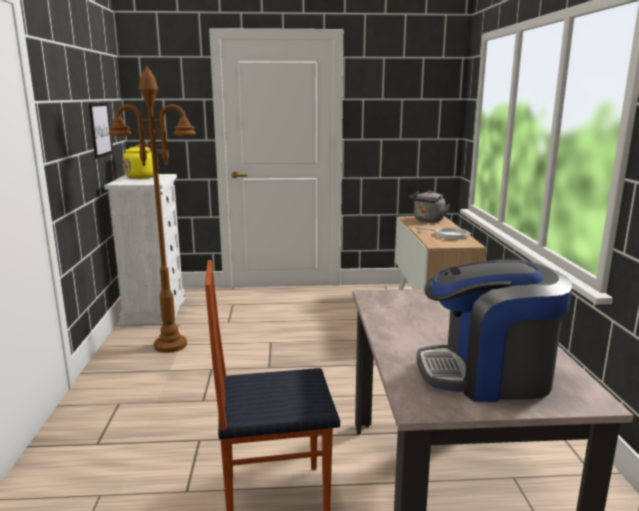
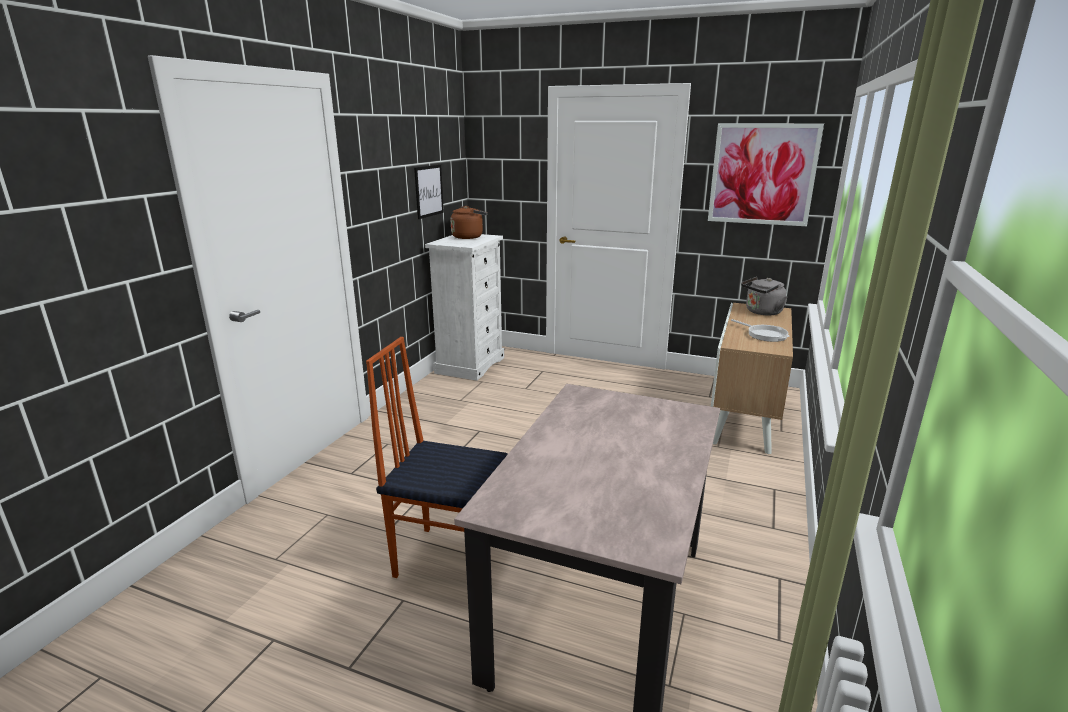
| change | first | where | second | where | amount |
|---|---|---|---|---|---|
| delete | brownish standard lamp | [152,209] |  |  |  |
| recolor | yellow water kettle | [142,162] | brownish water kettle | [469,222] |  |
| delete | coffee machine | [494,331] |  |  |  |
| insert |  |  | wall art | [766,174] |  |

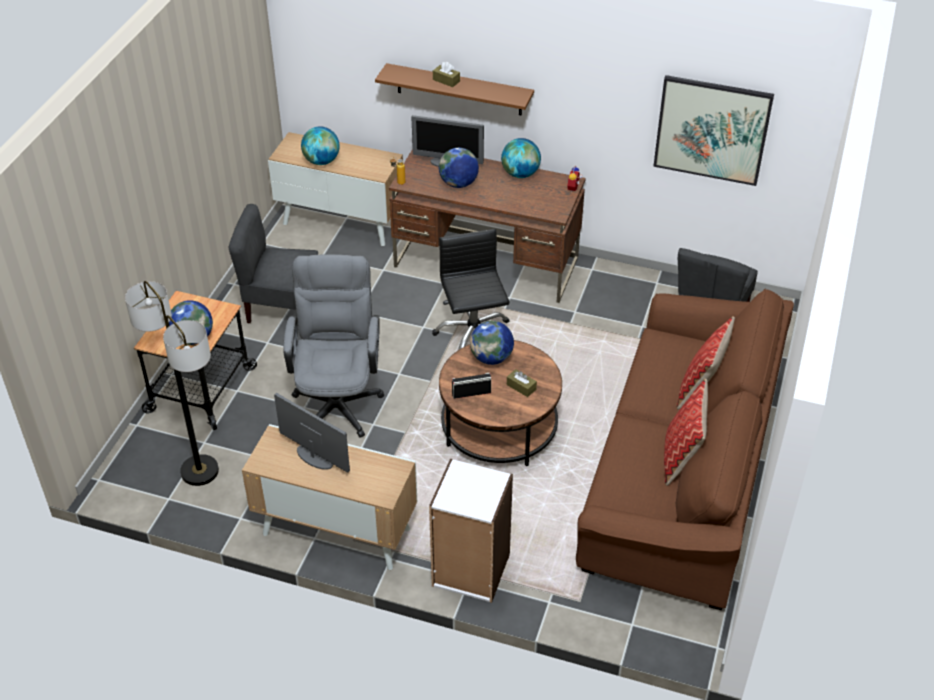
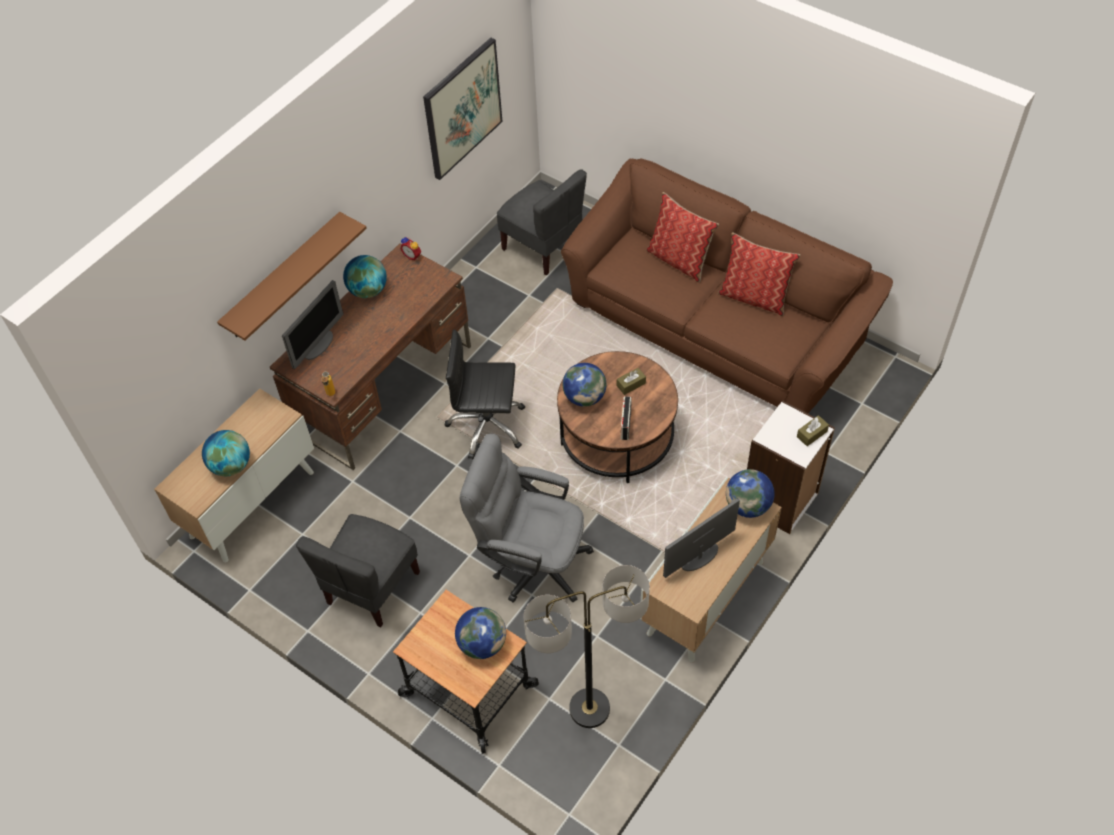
| change | first | where | second | where | amount |
|---|---|---|---|---|---|
| move | brownish box of tissues | [446,74] |  | [813,430] |  |
| move | world globe | [459,168] |  | [750,493] |  |

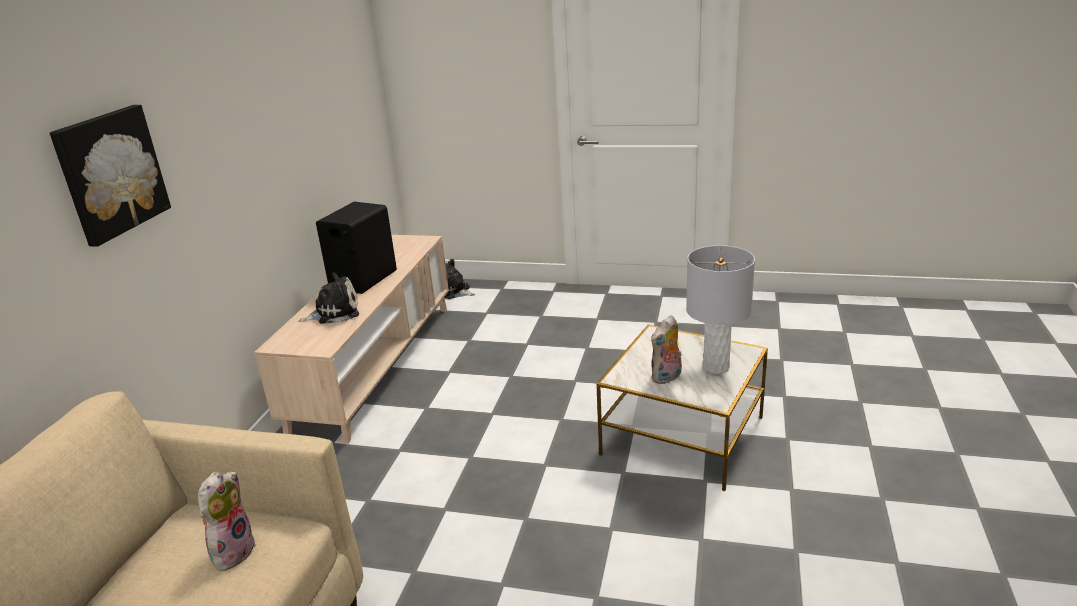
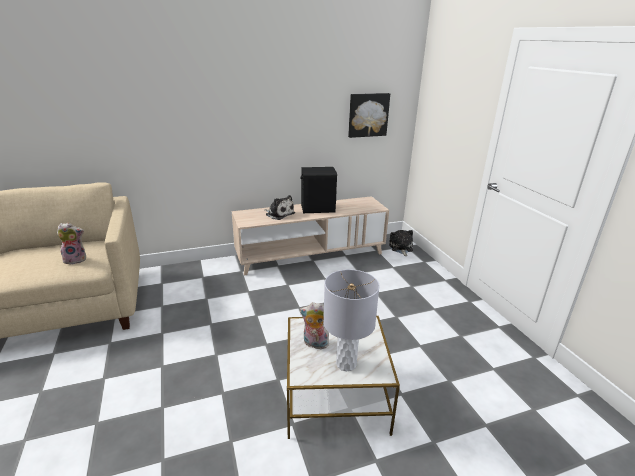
| change | first | where | second | where | amount |
|---|---|---|---|---|---|
| move | wall art | [110,176] |  | [369,115] |  |

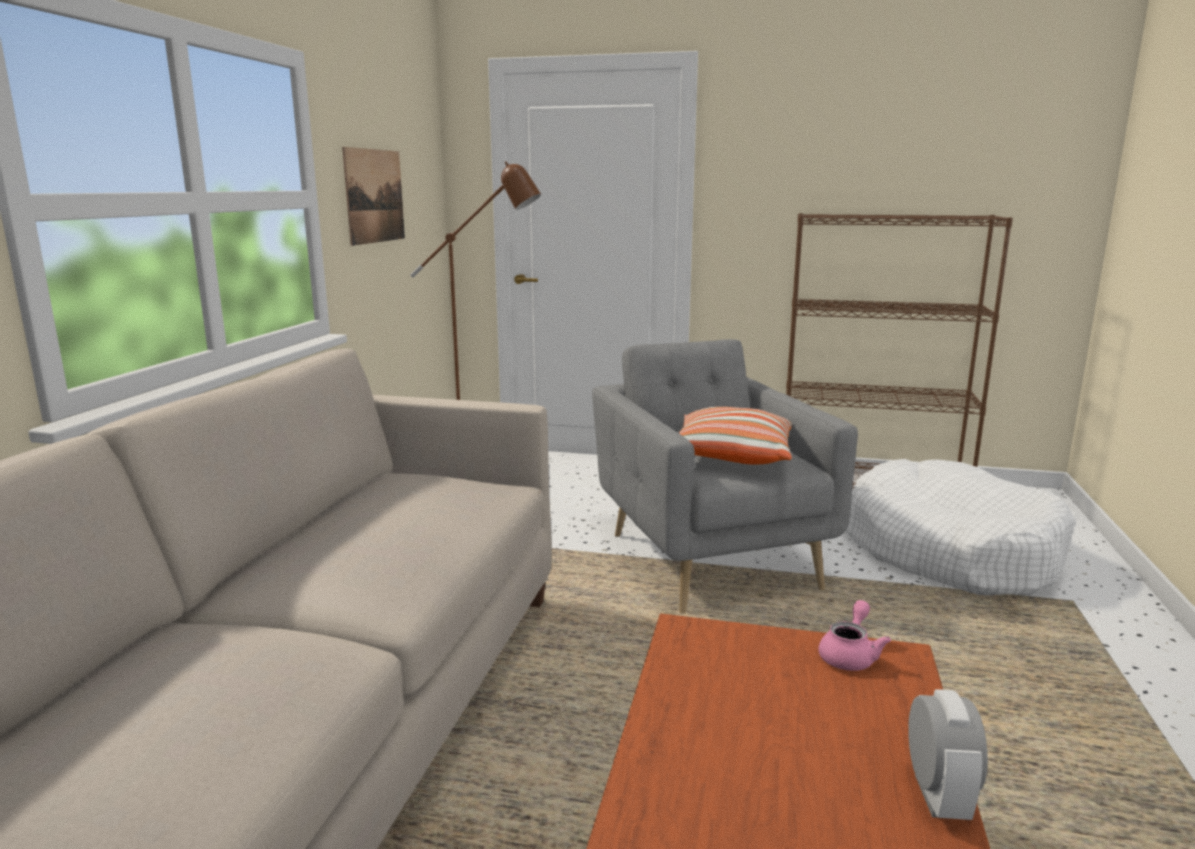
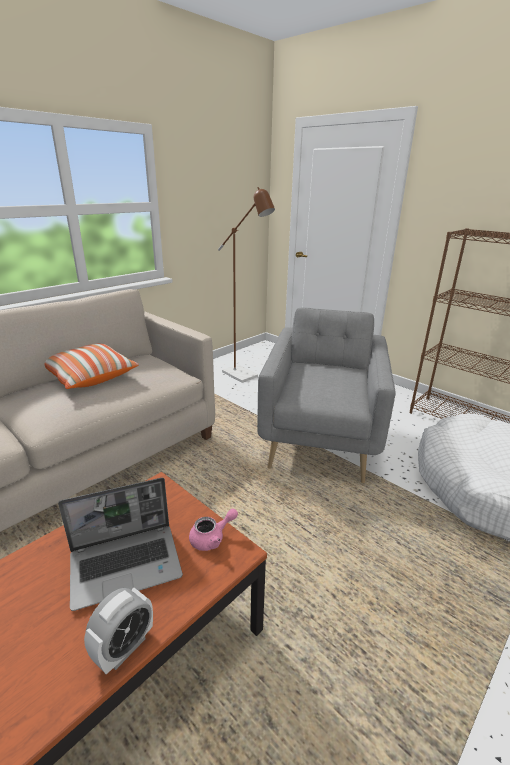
| change | first | where | second | where | amount |
|---|---|---|---|---|---|
| delete | wall art | [373,196] |  |  |  |
| move | throw pillow | [735,436] |  | [92,366] |  |
| insert |  |  | laptop | [120,544] |  |

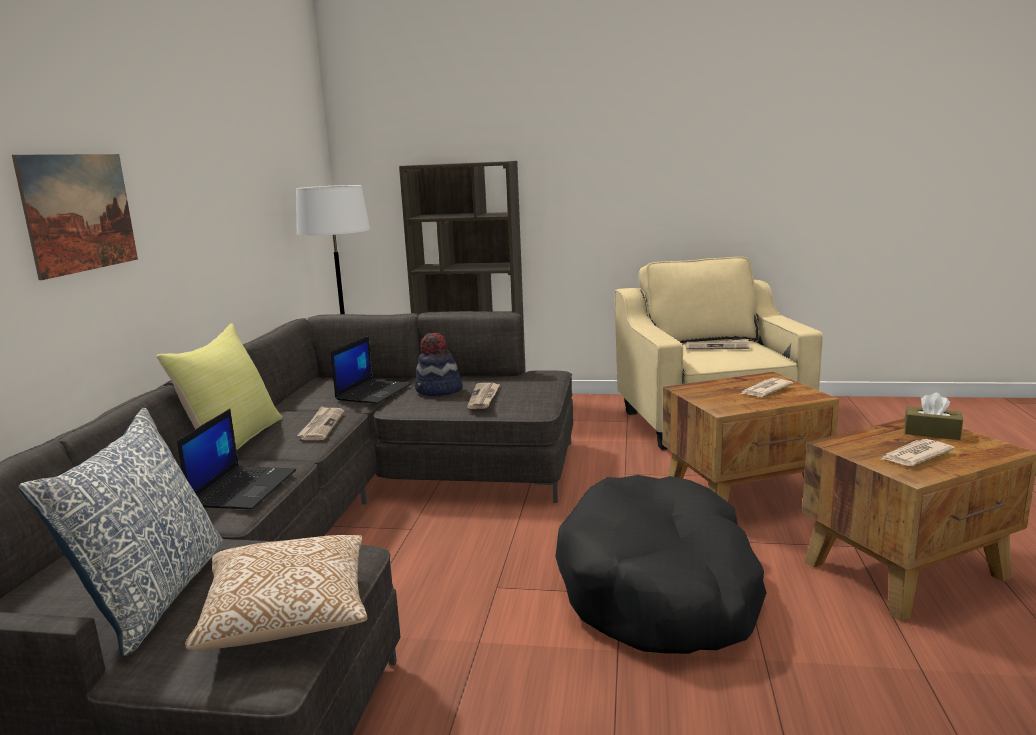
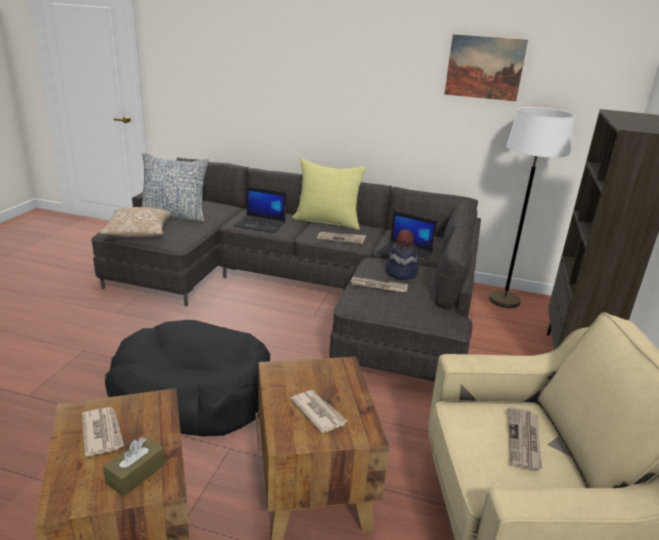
| change | first | where | second | where | amount |
|---|---|---|---|---|---|
| move | wall art | [75,217] |  | [486,67] |  |

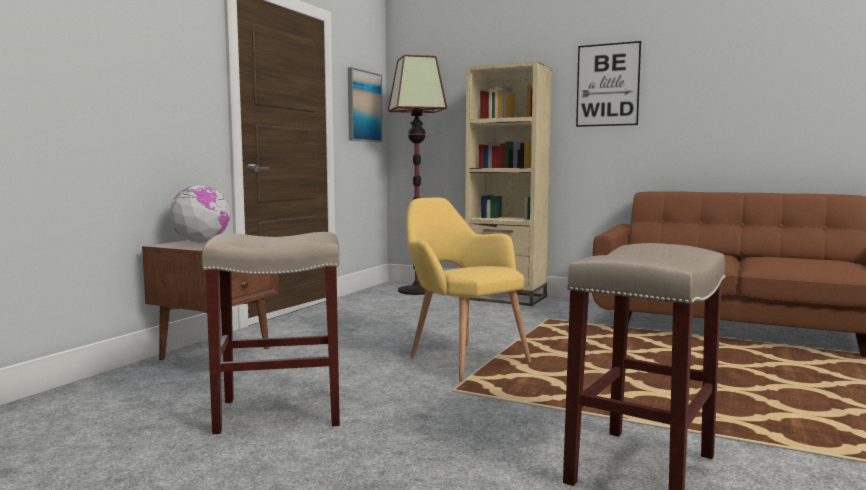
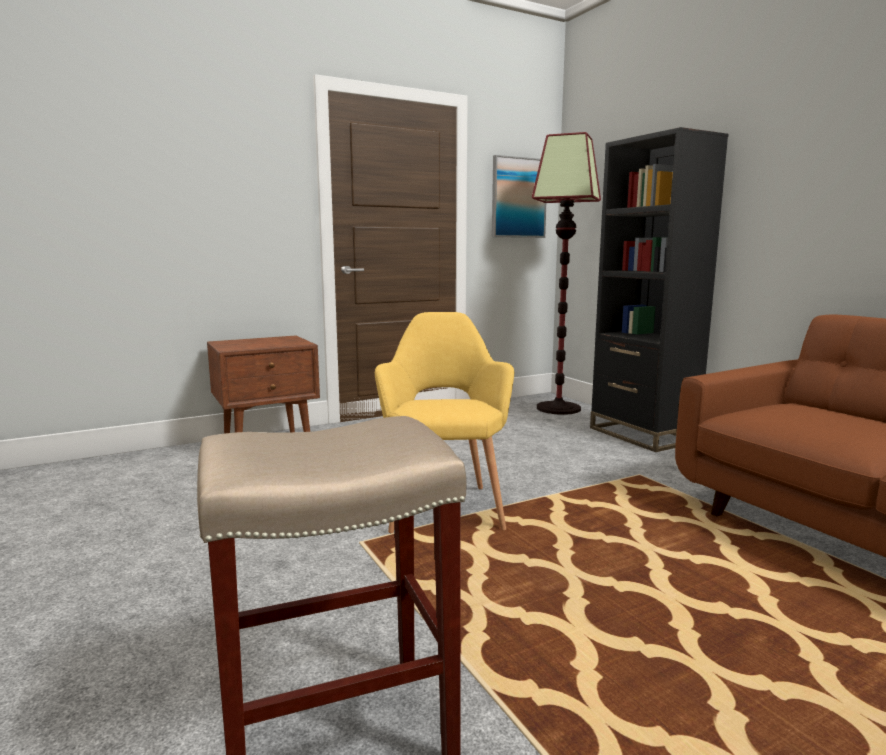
| change | first | where | second | where | amount |
|---|---|---|---|---|---|
| delete | world globe | [199,213] |  |  |  |
| delete | beige sitting stool | [271,333] |  |  |  |
| recolor | beige shelving unit | [508,184] | black shelving unit | [659,289] |  |
| delete | wall art | [608,84] |  |  |  |

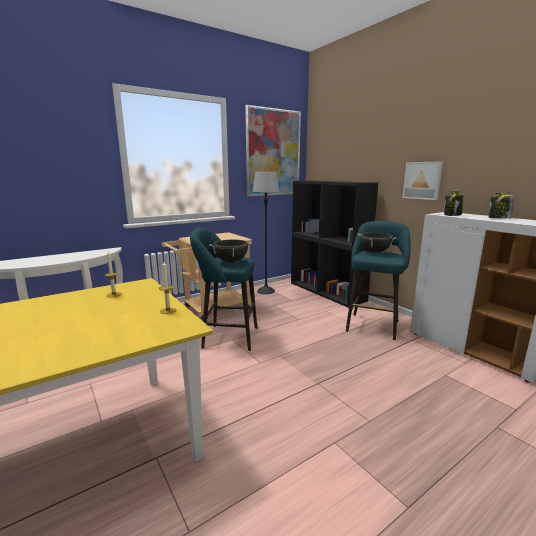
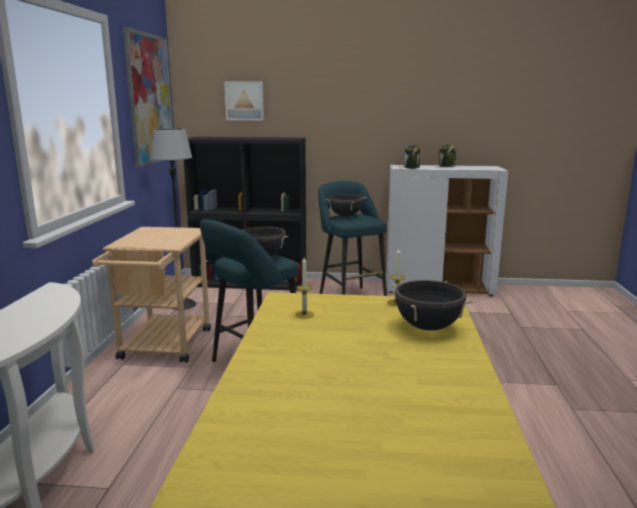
| change | first | where | second | where | amount |
|---|---|---|---|---|---|
| move | wall art | [423,180] |  | [244,100] |  |
| insert |  |  | black cooking pot | [432,305] |  |

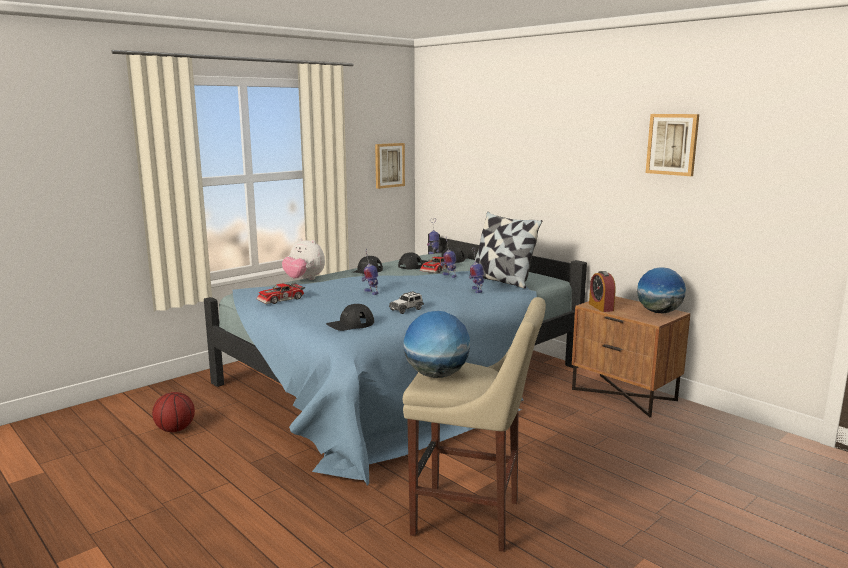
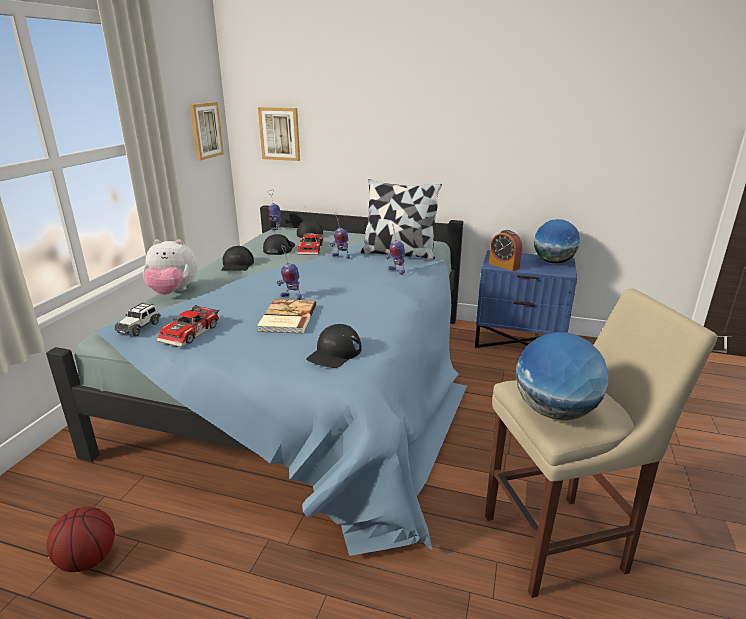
| change | first | where | second | where | amount |
|---|---|---|---|---|---|
| move | model car | [406,302] |  | [138,319] |  |
| recolor | brownish nightstand | [631,356] | bluish nightstand | [526,299] |  |
| move | wall art | [672,145] |  | [279,134] |  |
| insert |  |  | book | [286,316] |  |

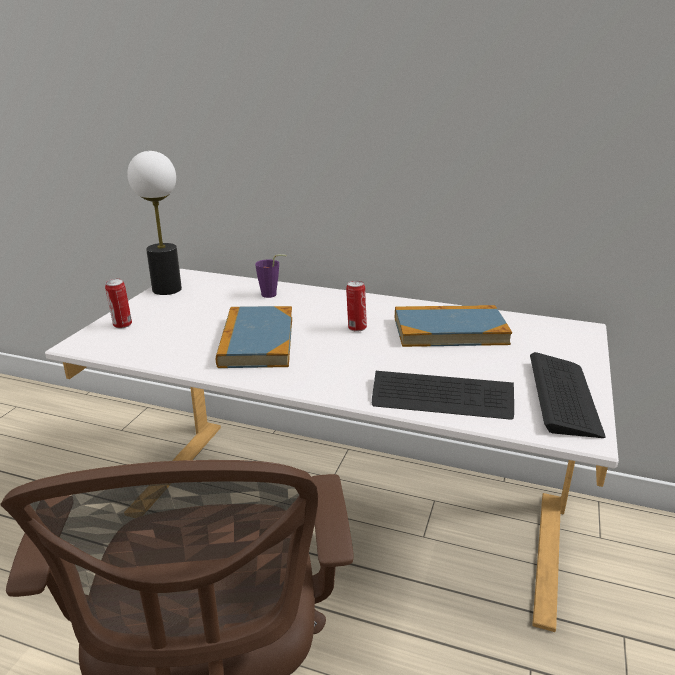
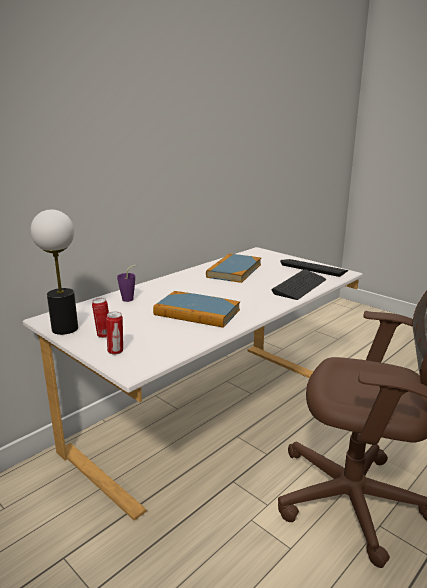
| change | first | where | second | where | amount |
|---|---|---|---|---|---|
| move | metal can | [356,306] |  | [100,318] |  |

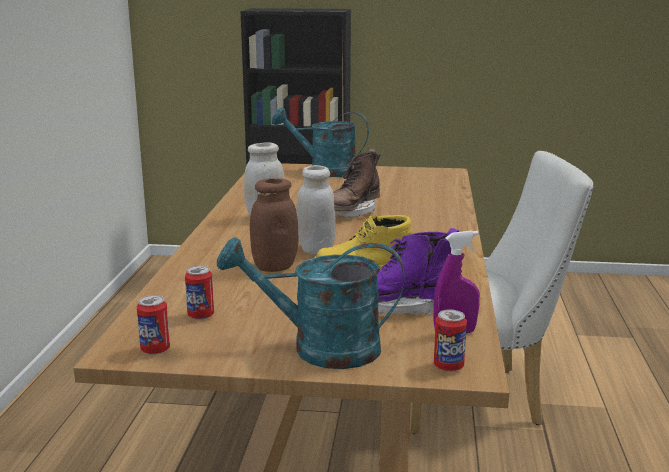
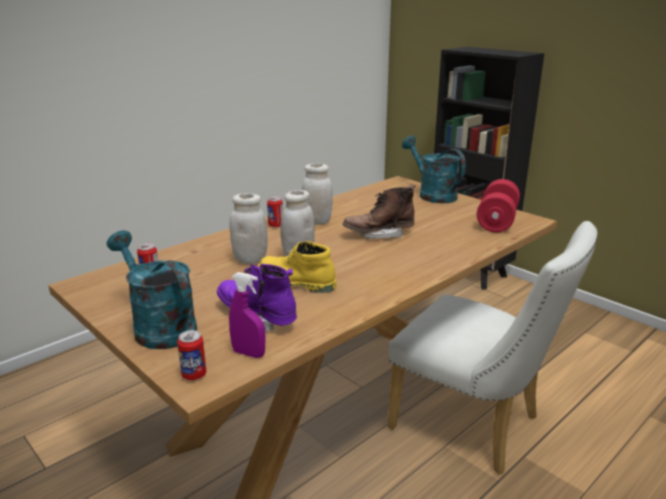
| change | first | where | second | where | amount |
|---|---|---|---|---|---|
| move | metal can | [153,325] |  | [275,212] |  |
| recolor | brownish jar | [274,225] | white jar | [248,228] |  |
| insert |  |  | red-coloured hand weight | [498,205] |  |

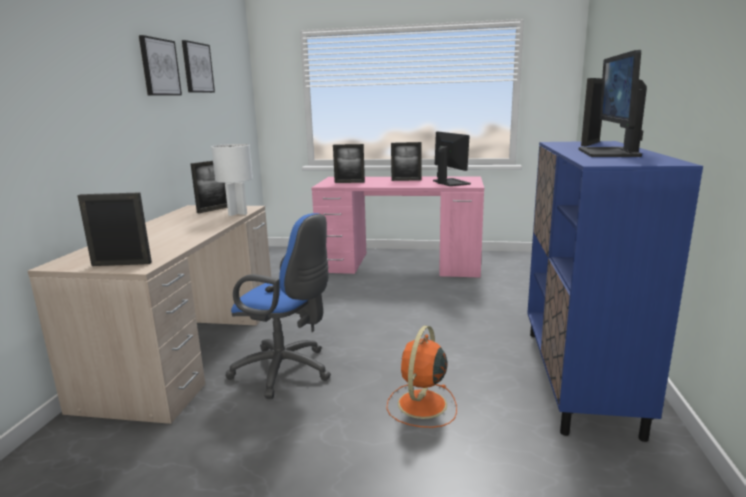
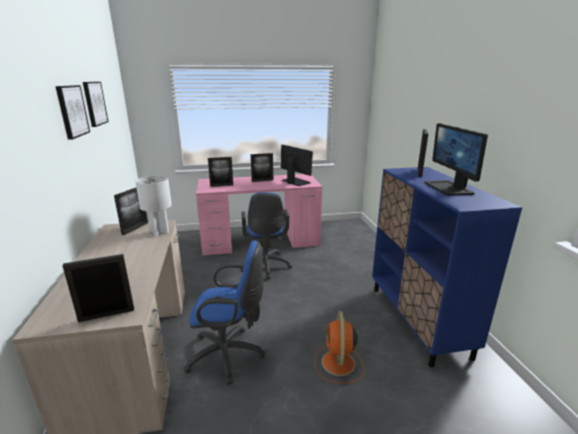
| change | first | where | second | where | amount |
|---|---|---|---|---|---|
| insert |  |  | bluish computer chair | [266,235] |  |

